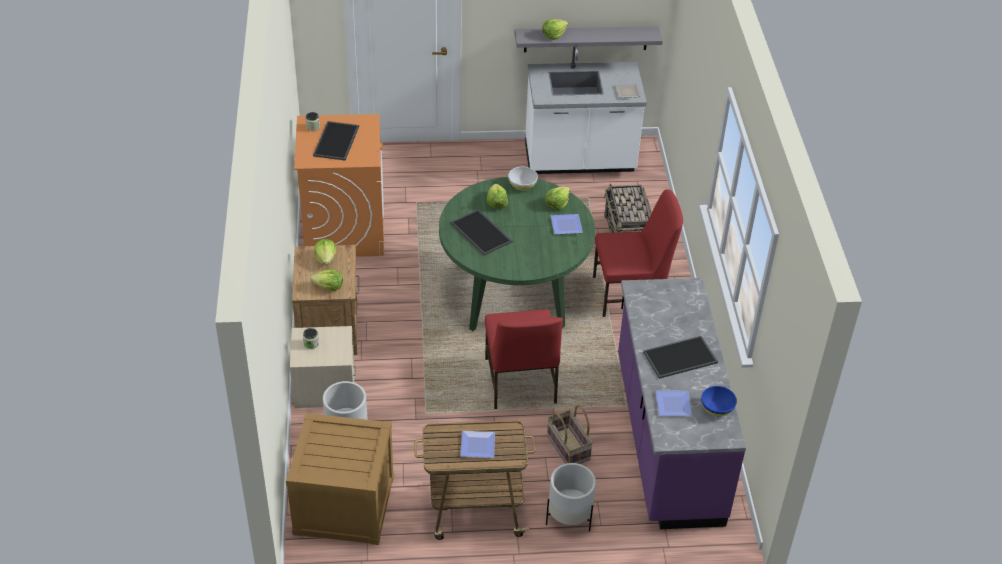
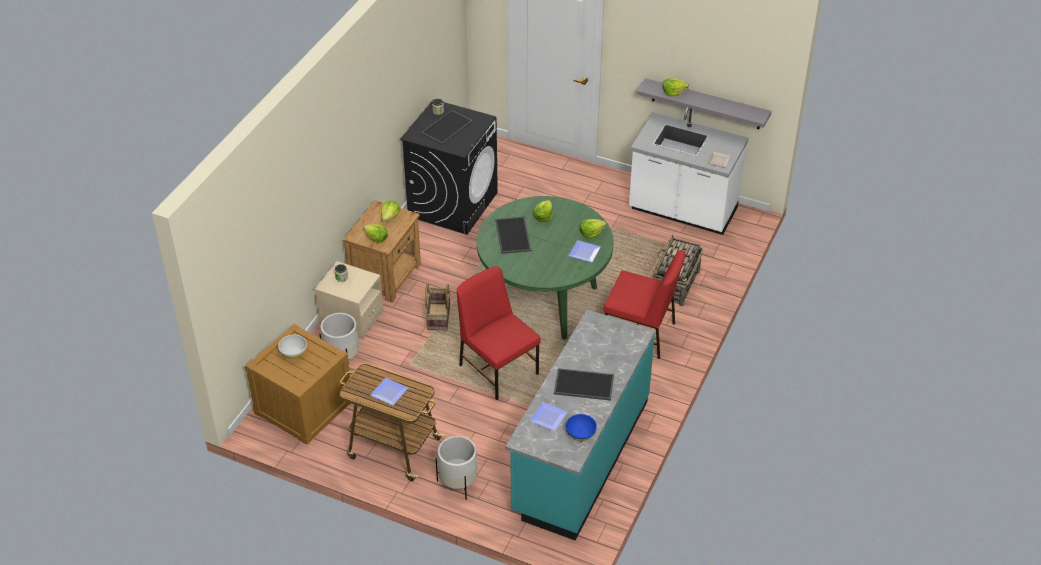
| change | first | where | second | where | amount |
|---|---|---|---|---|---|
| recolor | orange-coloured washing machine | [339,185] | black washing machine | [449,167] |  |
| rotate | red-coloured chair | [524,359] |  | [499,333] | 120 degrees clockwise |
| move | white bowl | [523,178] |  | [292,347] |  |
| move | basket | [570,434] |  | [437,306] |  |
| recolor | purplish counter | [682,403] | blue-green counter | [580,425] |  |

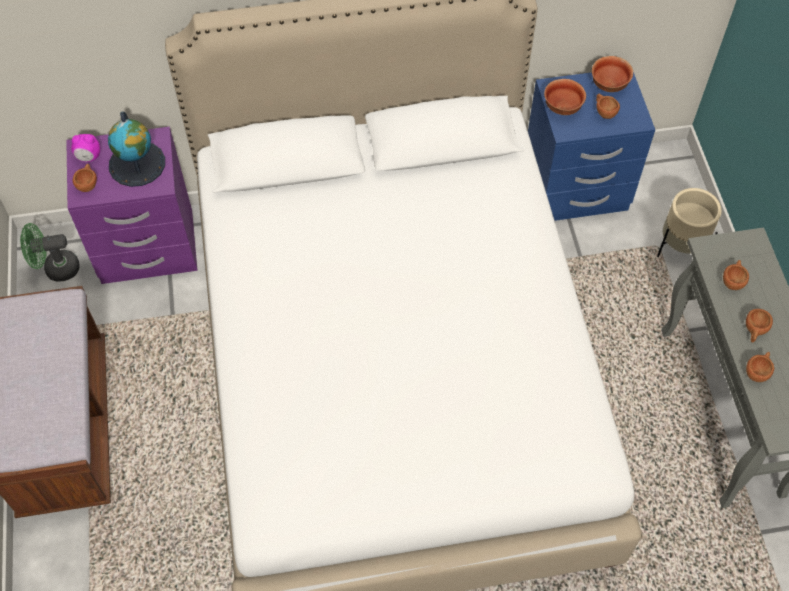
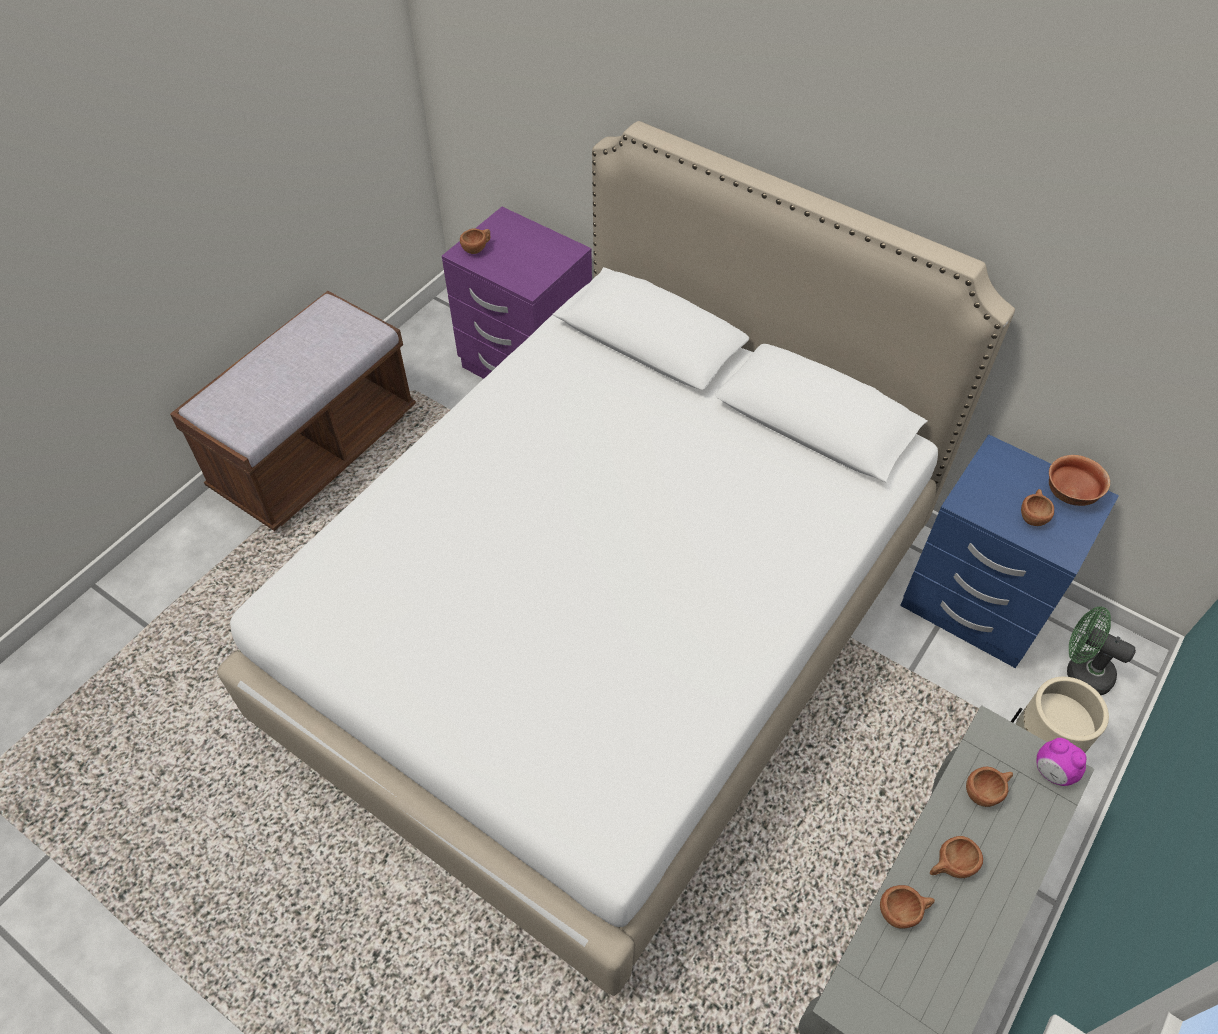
| change | first | where | second | where | amount |
|---|---|---|---|---|---|
| move | green-coloured electric fan | [50,252] |  | [1101,650] |  |
| move | alarm clock | [85,148] |  | [1061,762] |  |
| delete | world globe | [136,149] |  |  |  |
| delete | bowl | [565,97] |  |  |  |

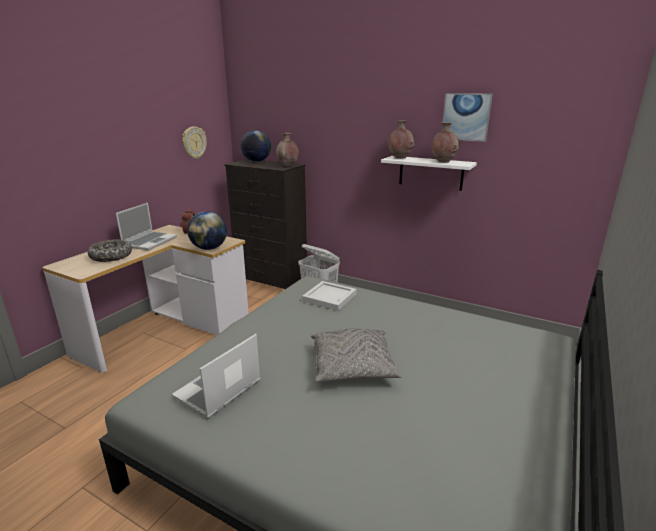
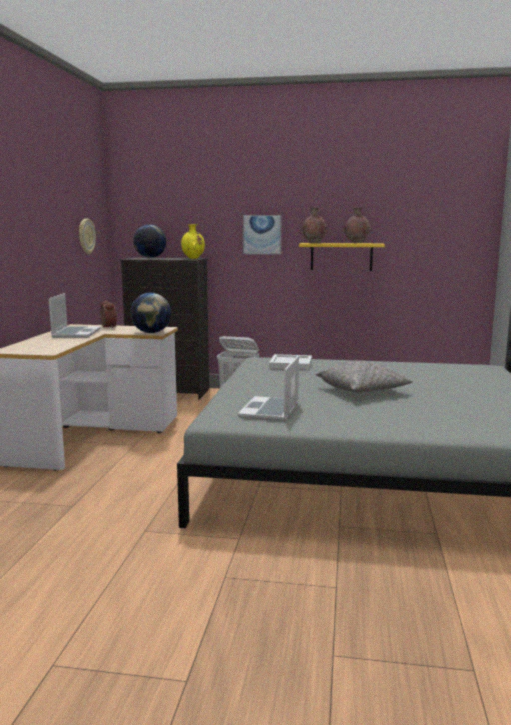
| change | first | where | second | where | amount |
|---|---|---|---|---|---|
| delete | bowl | [110,250] |  |  |  |
| recolor | brownish vase | [287,149] | yellow vase | [193,241] |  |
| recolor | white wall shelf | [429,173] | yellow wall shelf | [342,257] |  |
| move | wall art | [467,117] |  | [262,235] |  |

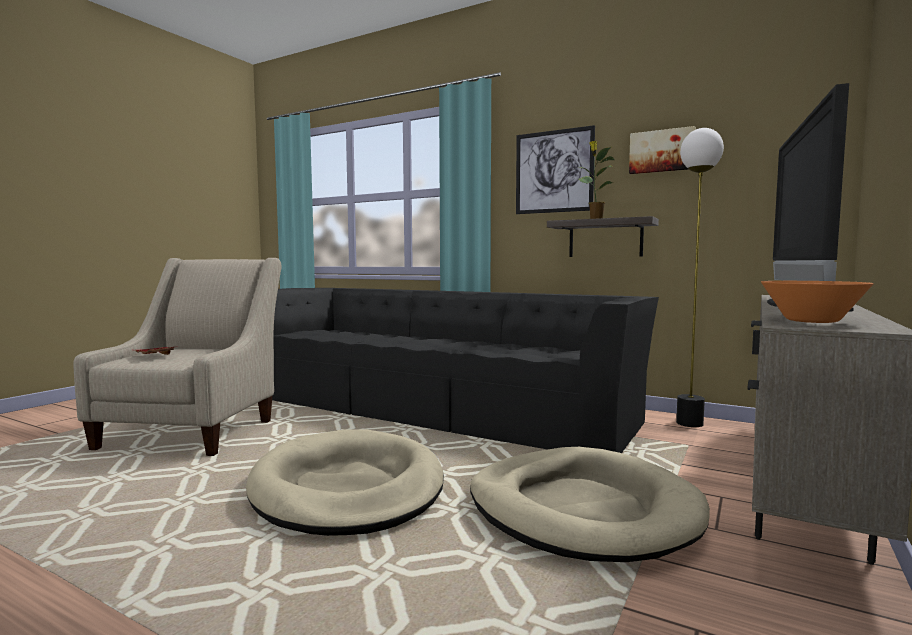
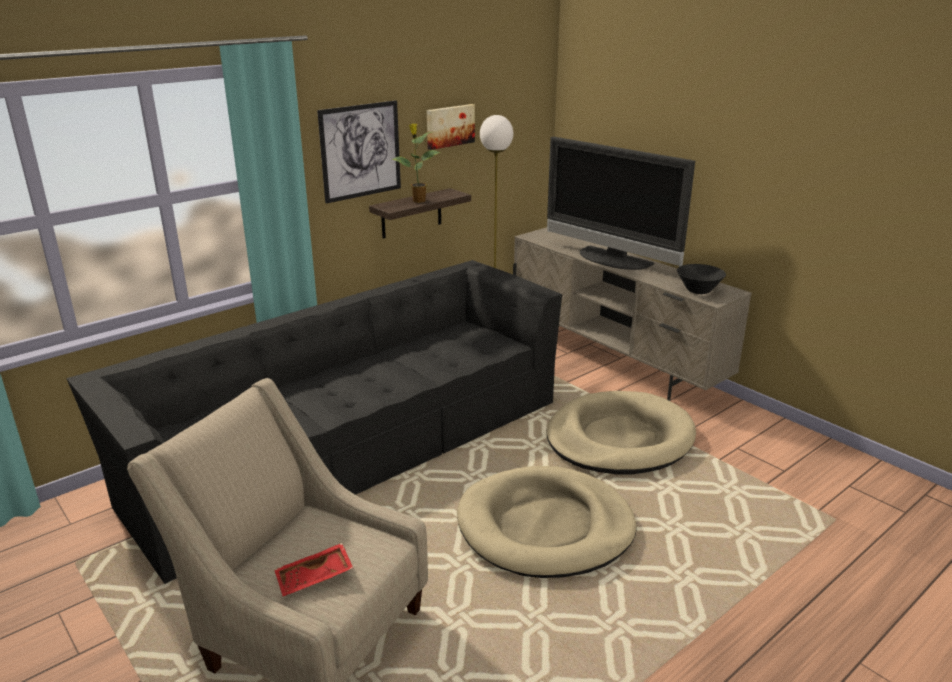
| change | first | where | second | where | amount |
|---|---|---|---|---|---|
| recolor | orange-coloured bowl | [817,302] | black bowl | [701,279] |  |

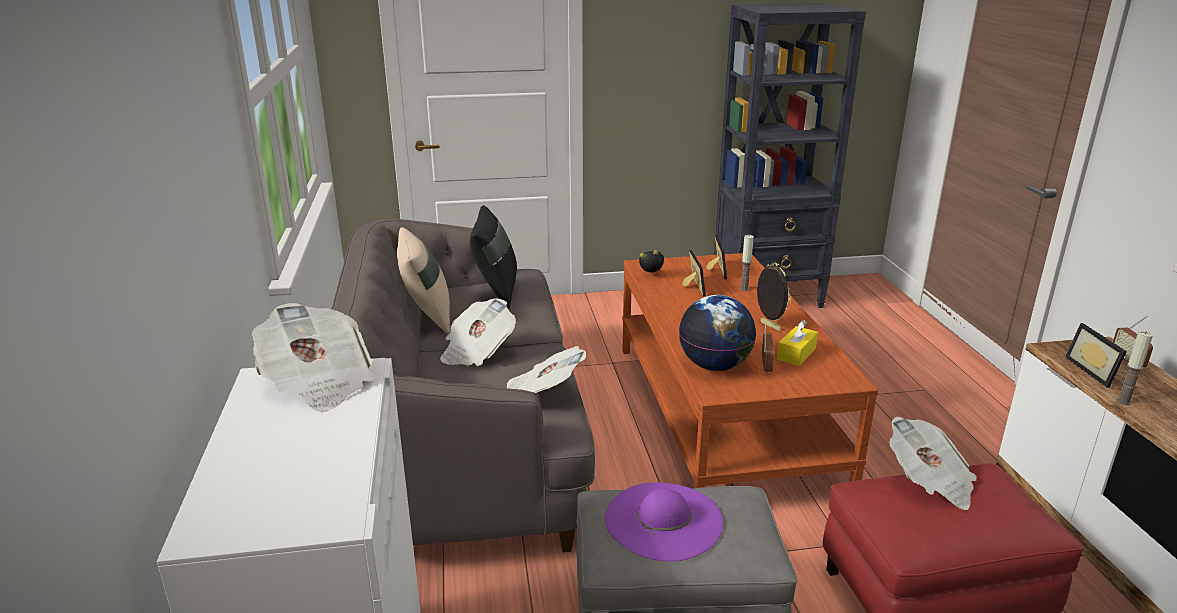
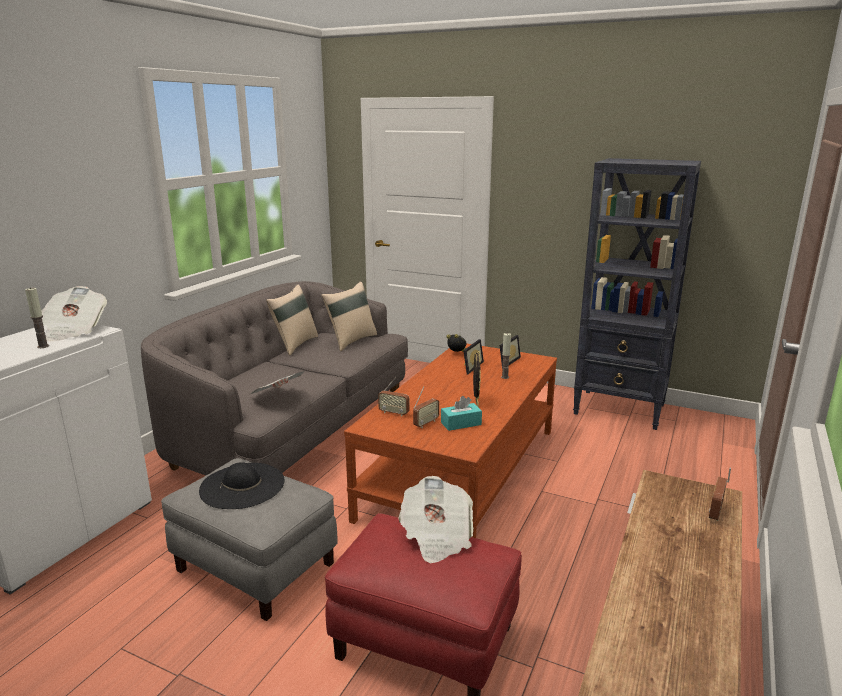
| change | first | where | second | where | amount |
|---|---|---|---|---|---|
| delete | newspaper | [478,332] |  |  |  |
| recolor | black throw pillow | [493,257] | beige throw pillow | [349,316] |  |
| recolor | purplish wearable hat | [664,521] | black wearable hat | [242,485] |  |
| replace | world globe | [717,333] | radio | [393,397] |  |
| recolor | yellow box of tissues | [797,343] | blue-green box of tissues | [461,413] |  |
| delete | standing frame | [1096,355] |  |  |  |
| move | wax light | [1134,368] |  | [37,317] |  |

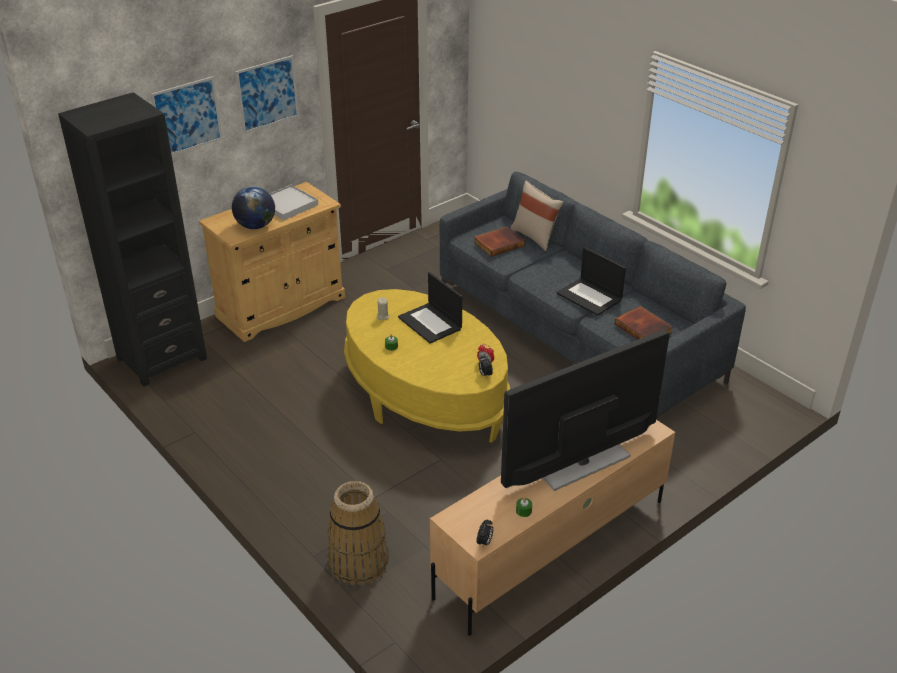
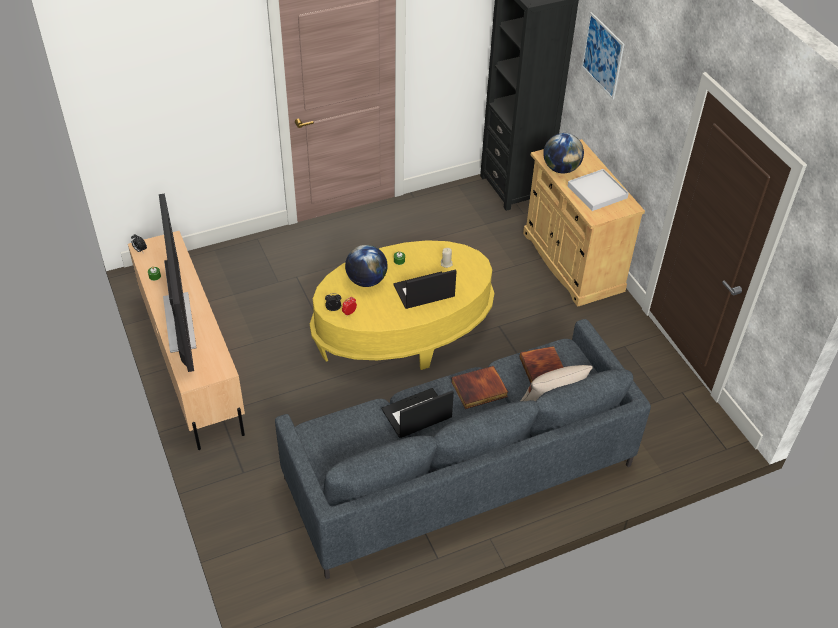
| change | first | where | second | where | amount |
|---|---|---|---|---|---|
| delete | wall art | [267,94] |  |  |  |
| delete | basket | [358,533] |  |  |  |
| move | book | [644,323] |  | [479,387] |  |
| insert |  |  | world globe | [366,266] |  |

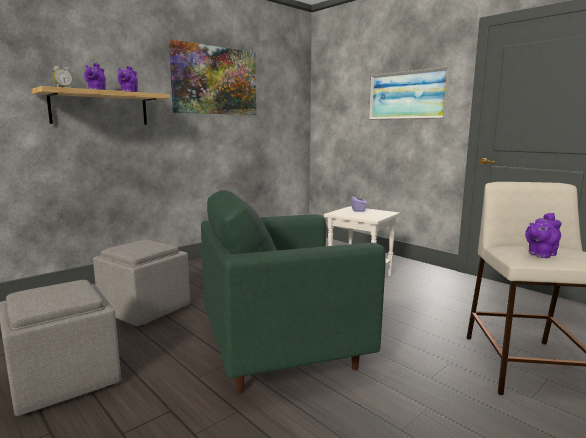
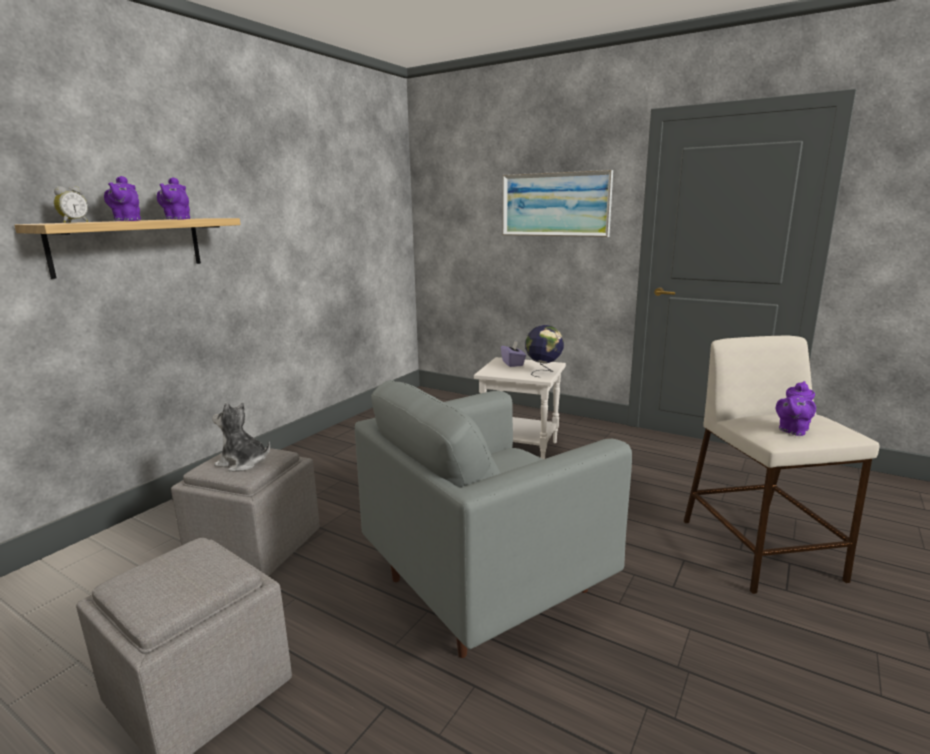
| change | first | where | second | where | amount |
|---|---|---|---|---|---|
| delete | wall art | [212,77] |  |  |  |
| recolor | green-coloured armchair | [293,291] | gray armchair | [493,519] |  |
| insert |  |  | plush toy | [241,437] |  |
| insert |  |  | world globe | [544,351] |  |

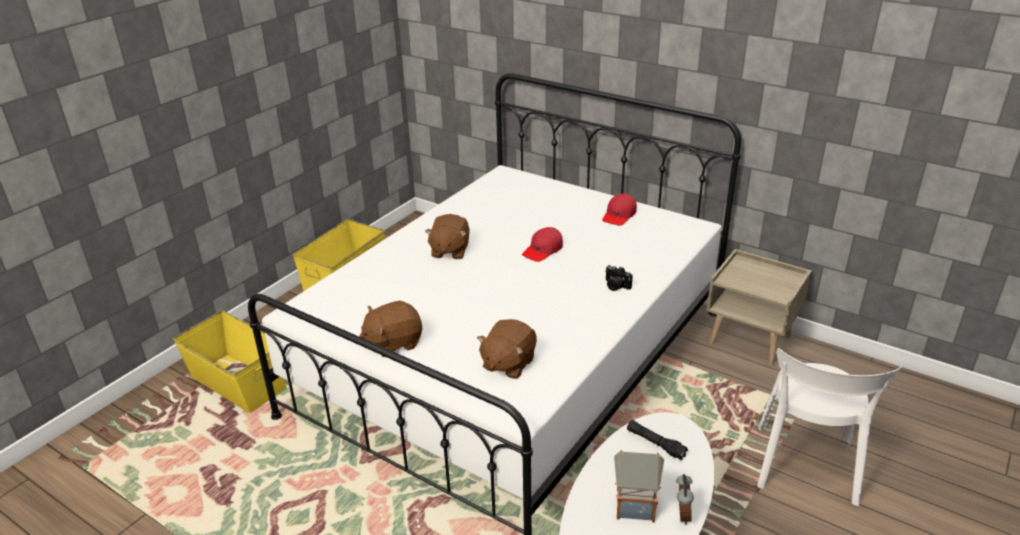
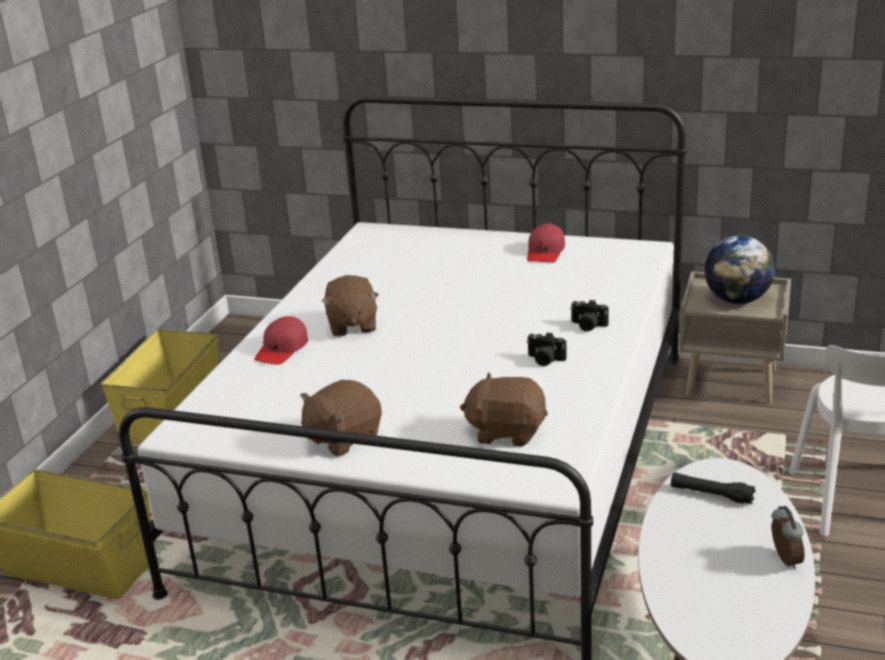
| change | first | where | second | where | amount |
|---|---|---|---|---|---|
| rotate | brownish plush toy | [507,349] |  | [504,409] | 90 degrees clockwise |
| move | red-coloured cap | [542,244] |  | [281,340] |  |
| delete | toy house | [639,486] |  |  |  |
| insert |  |  | photo camera | [547,349] |  |
| insert |  |  | world globe | [739,270] |  |

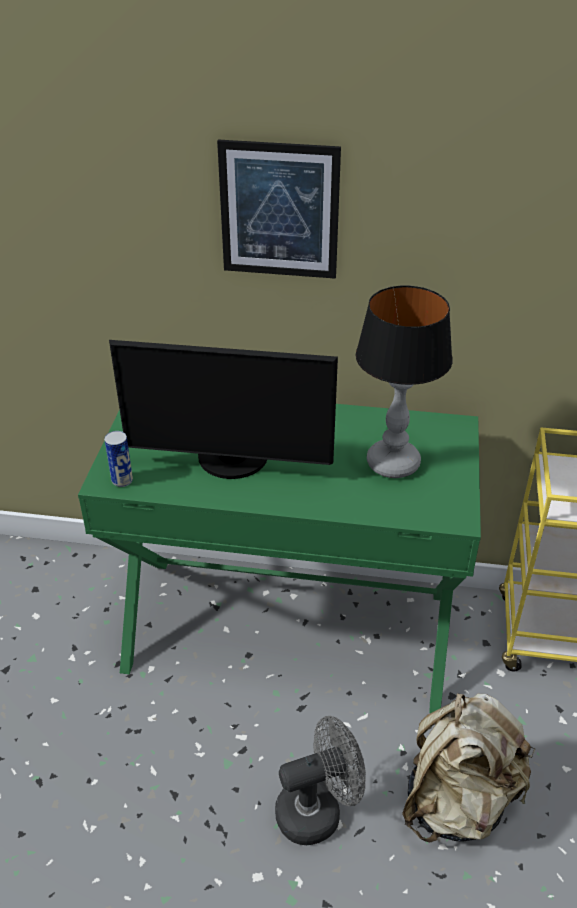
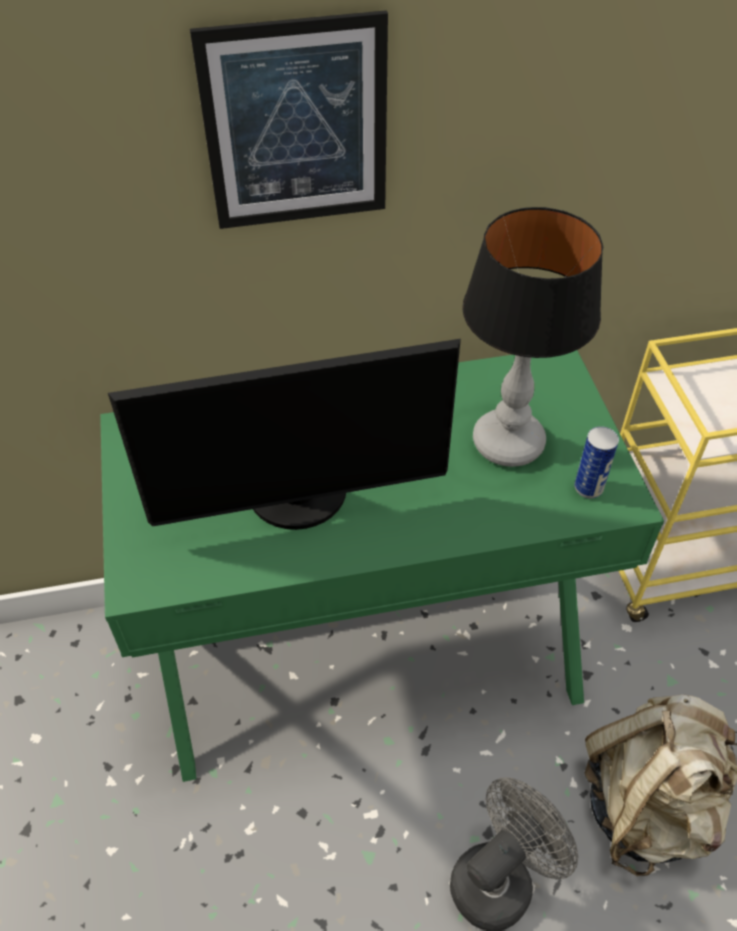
| change | first | where | second | where | amount |
|---|---|---|---|---|---|
| move | metal can | [118,459] |  | [596,462] |  |

